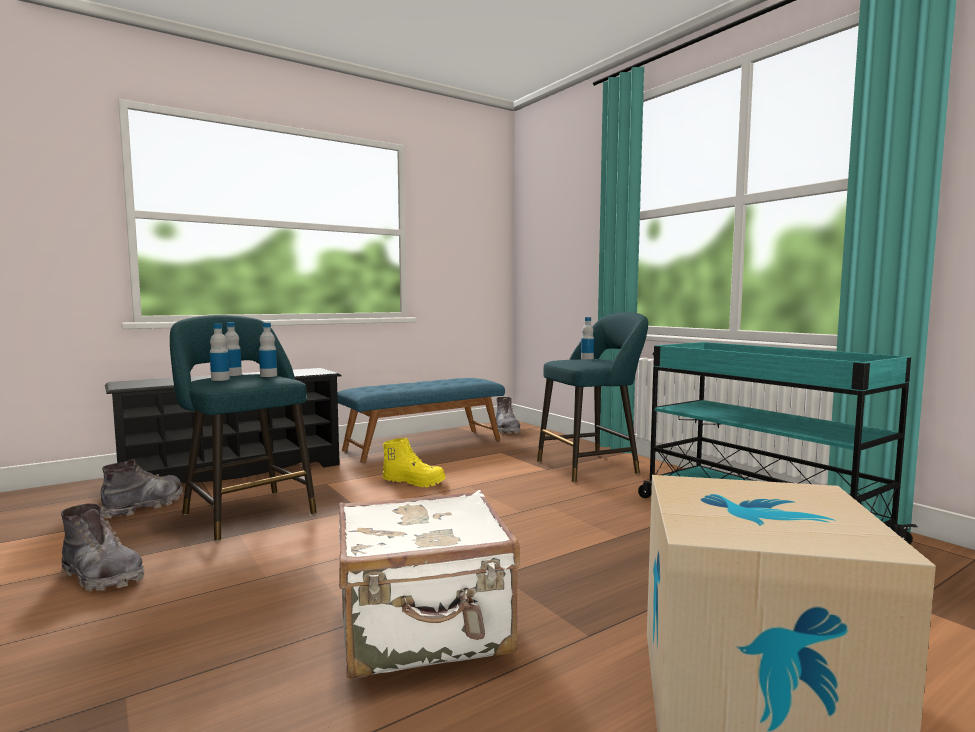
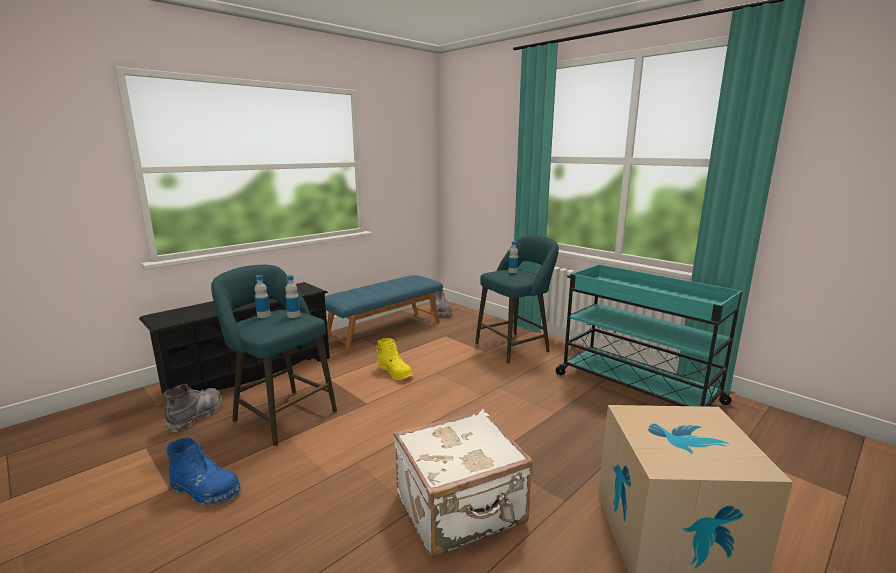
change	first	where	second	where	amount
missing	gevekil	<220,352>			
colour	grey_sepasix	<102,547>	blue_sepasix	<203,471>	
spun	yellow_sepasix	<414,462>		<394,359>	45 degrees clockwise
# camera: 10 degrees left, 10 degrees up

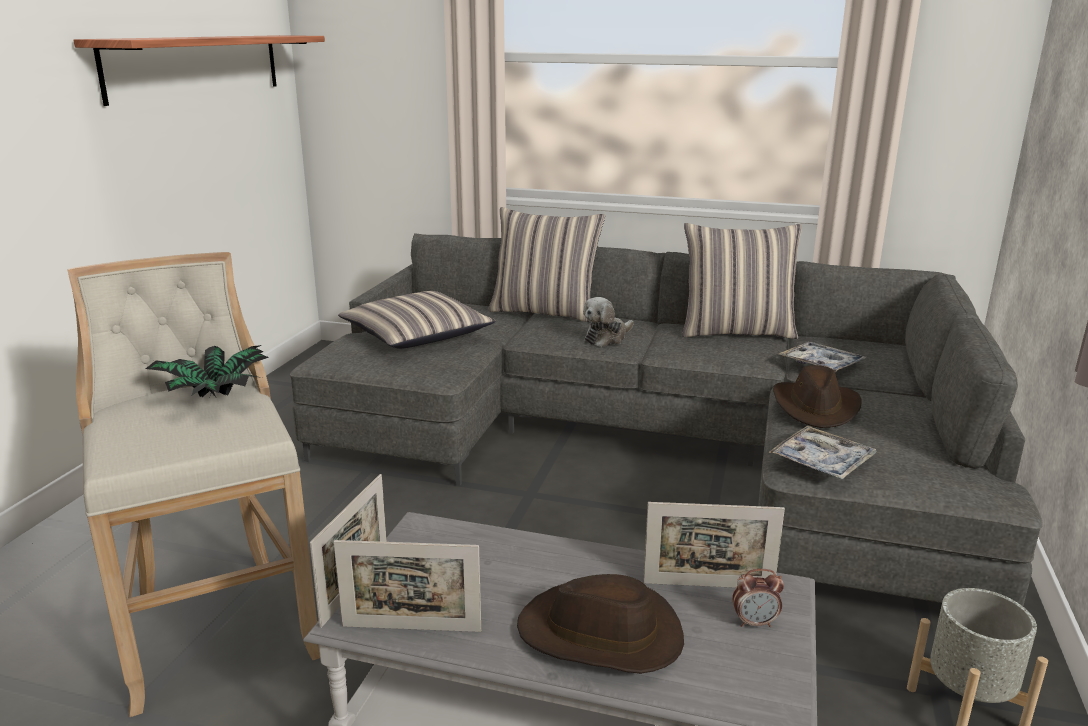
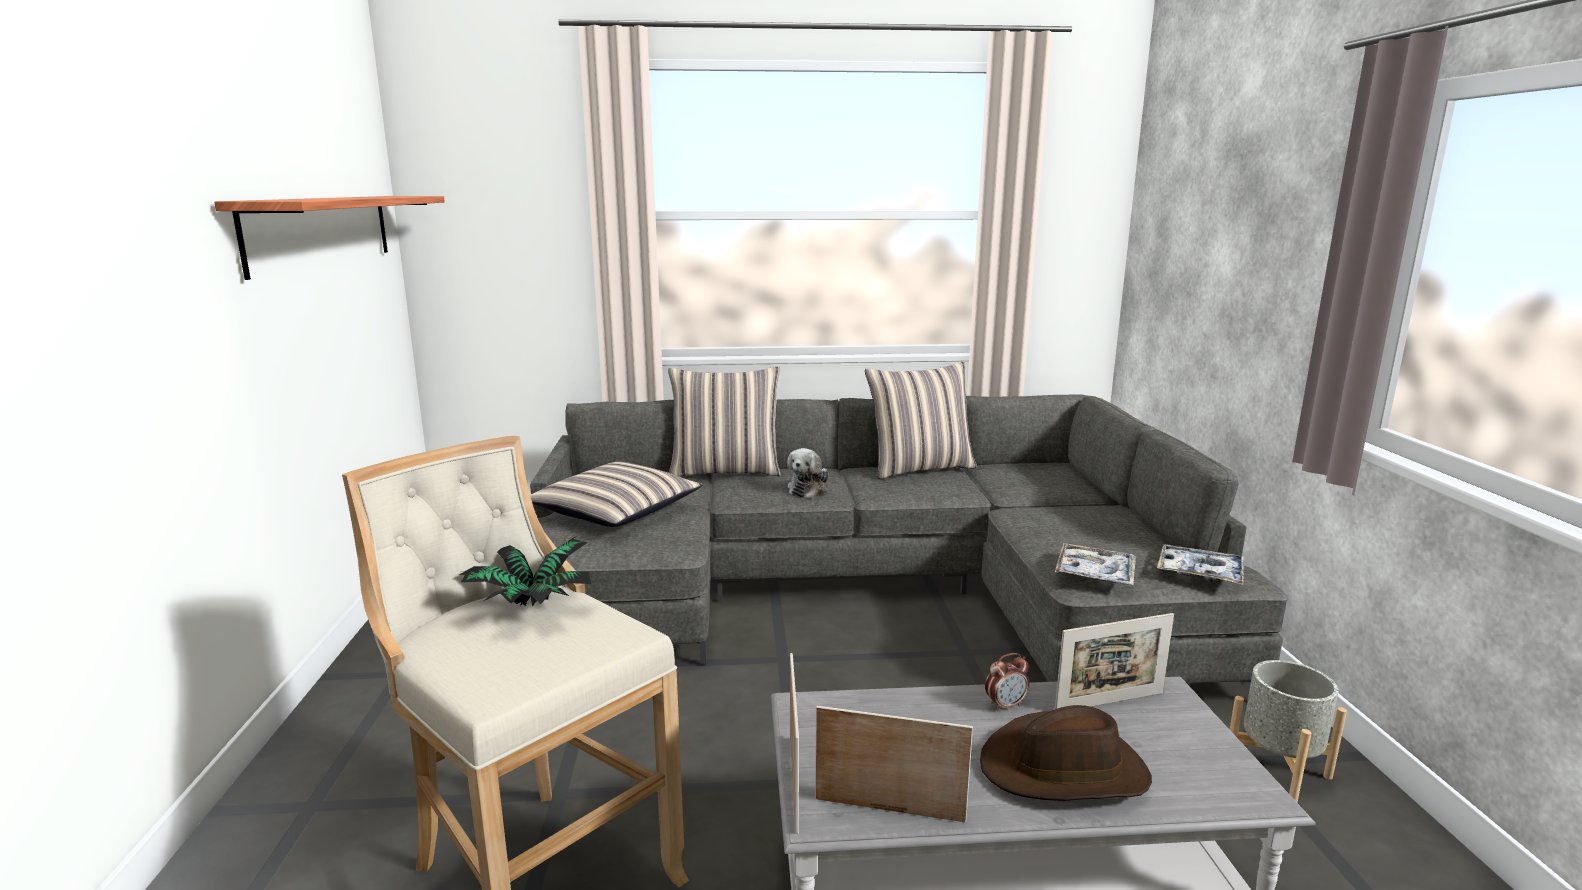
change	first	where	second	where	amount
missing	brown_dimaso	<817,396>			
relocated	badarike	<758,598>		<1007,682>	
relocated	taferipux	<823,357>		<1201,564>	
spun	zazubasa	<407,586>		<894,764>	150 degrees counterclockwise
# camera: 20 degrees left, 5 degrees down

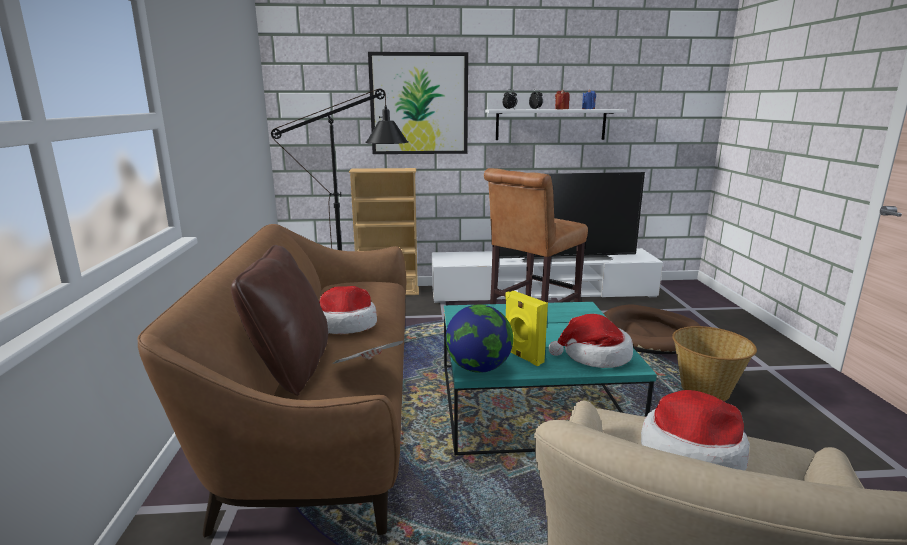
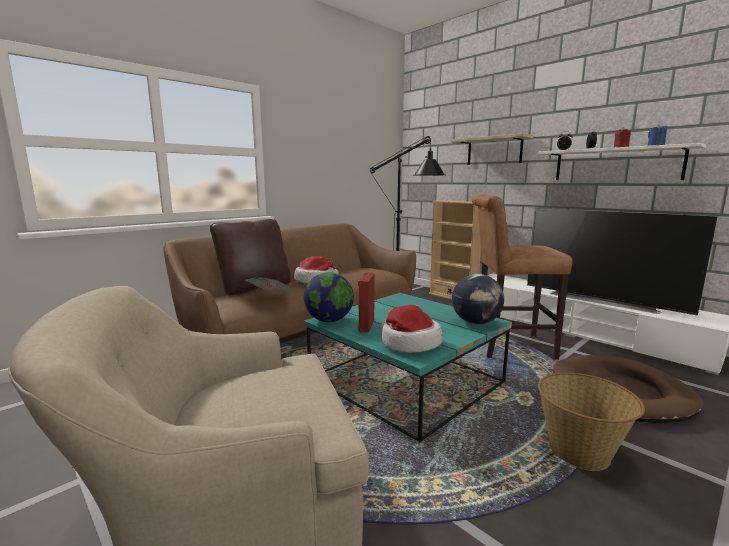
change	first	where	second	where	amount
missing	dimaso	<695,430>			
appeared			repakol	<478,299>	
exchanged	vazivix	<418,103>	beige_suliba	<492,149>	
colour	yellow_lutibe	<526,328>	red_lutibe	<366,302>	
# camera: 50 degrees right, 5 degrees down

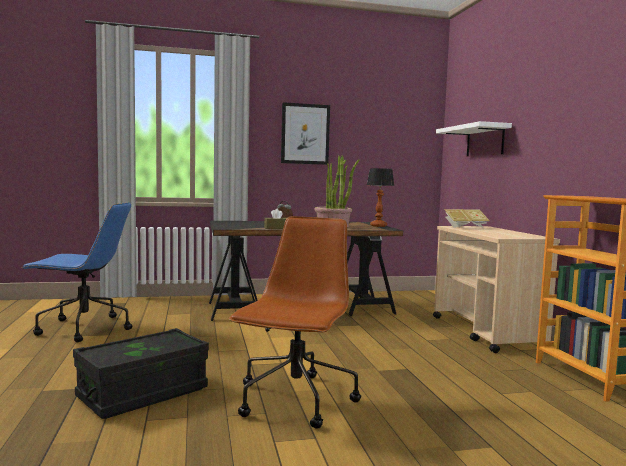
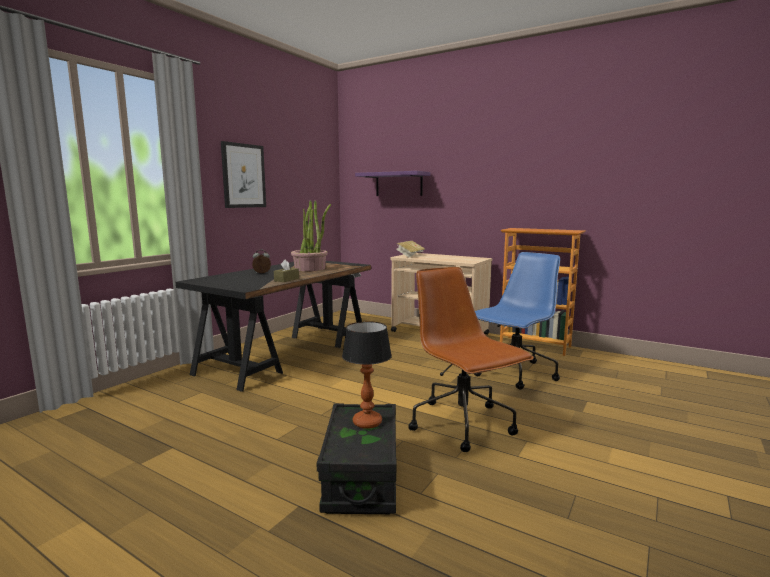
change	first	where	second	where	amount
relocated	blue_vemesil	<76,272>		<517,321>	
relocated	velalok	<380,197>		<367,375>	
colour	white_suliba	<474,138>	purple_suliba	<392,183>	
# camera: 45 degrees left, 5 degrees up

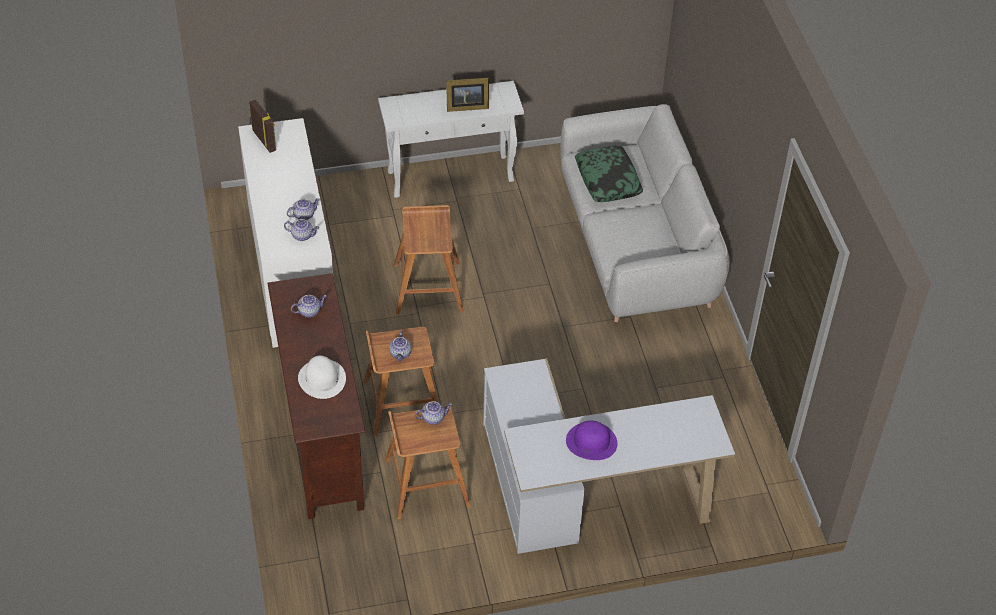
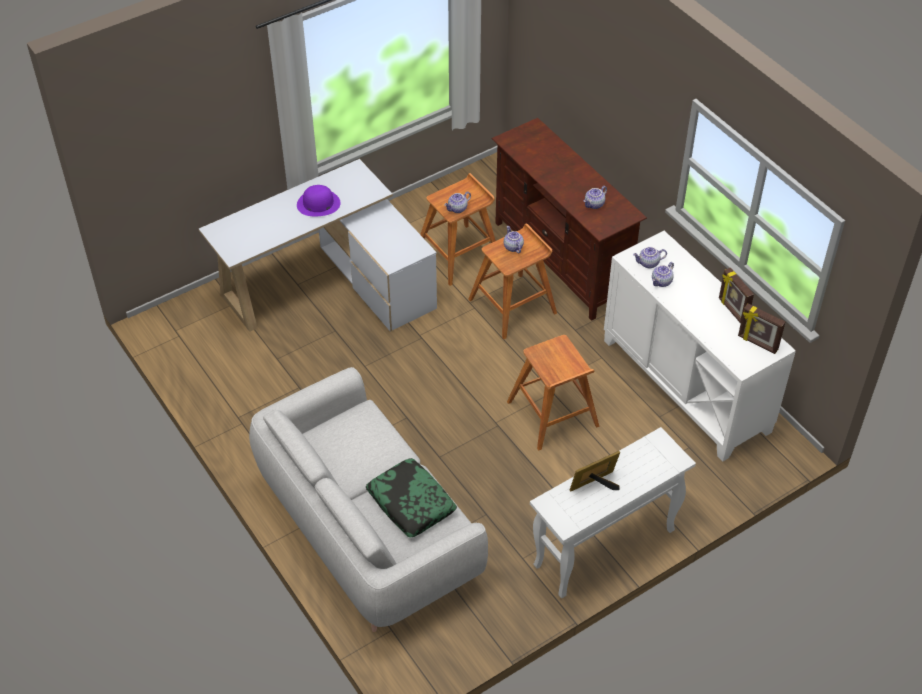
change	first	where	second	where	amount
missing	white_dimaso	<322,377>			
appeared			zazubasa	<736,295>	
# camera: 160 degrees right, 0 degrees up

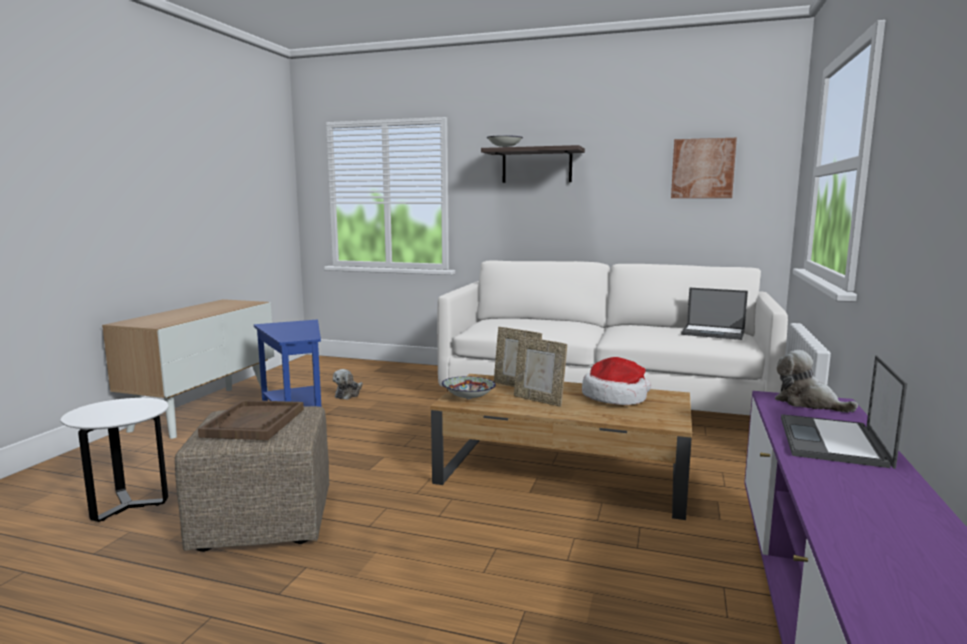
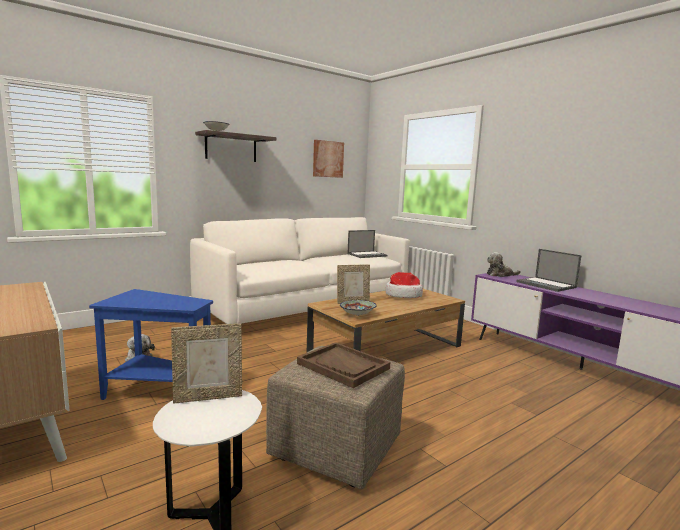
change	first	where	second	where	amount
relocated	zazubasa	<540,371>		<206,363>	
# camera: 55 degrees left, 0 degrees up

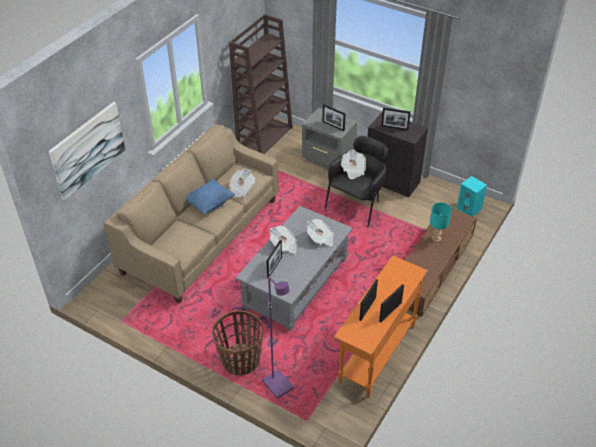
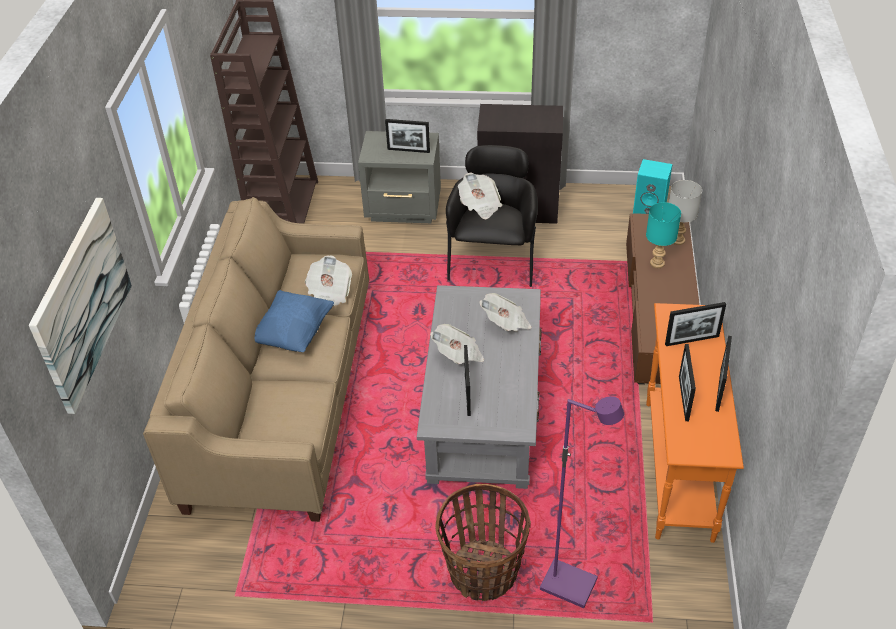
change	first	where	second	where	amount
appeared			grey_velalok	<685,212>	
relocated	zazubasa	<396,118>		<695,324>	
# camera: 25 degrees left, 0 degrees up

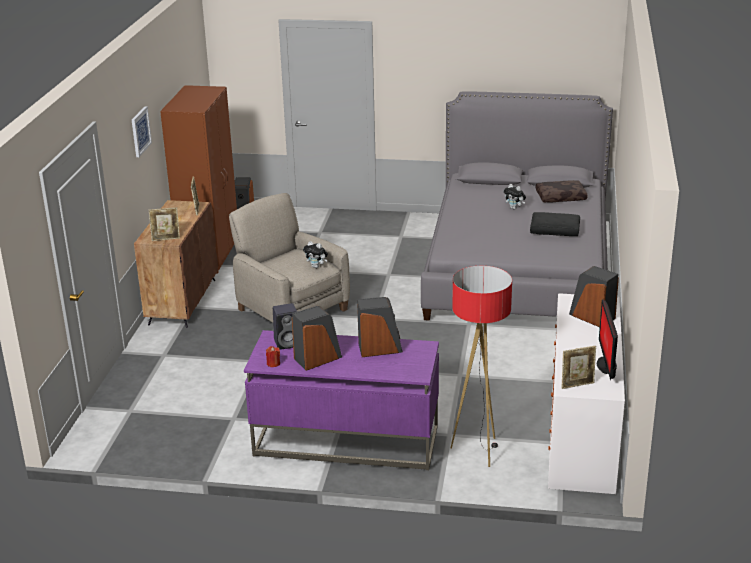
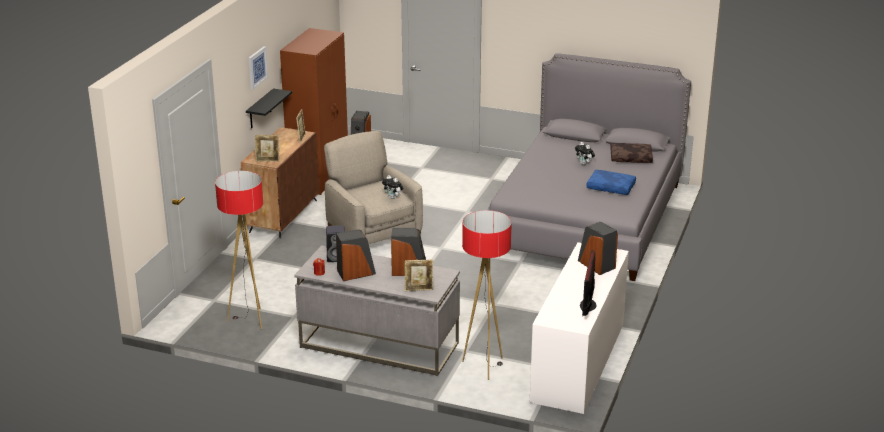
change	first	where	second	where	amount
appeared			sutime	<239,250>	
appeared			black_suliba	<269,108>	
relocated	zazubasa	<579,367>		<419,275>	
colour	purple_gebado	<341,400>	grey_gebado	<377,310>	
colour	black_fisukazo	<555,224>	blue_fisukazo	<611,182>	
# camera: 10 degrees right, 0 degrees up

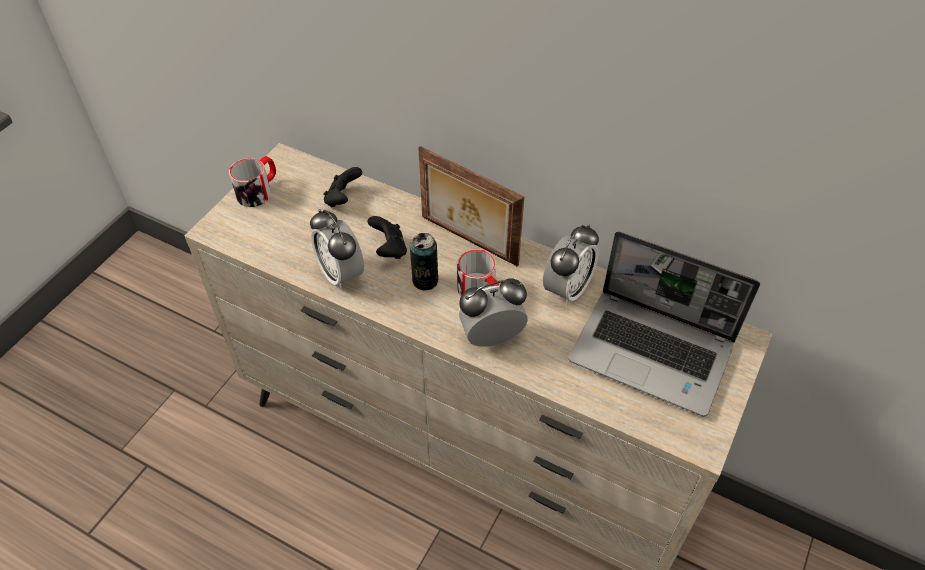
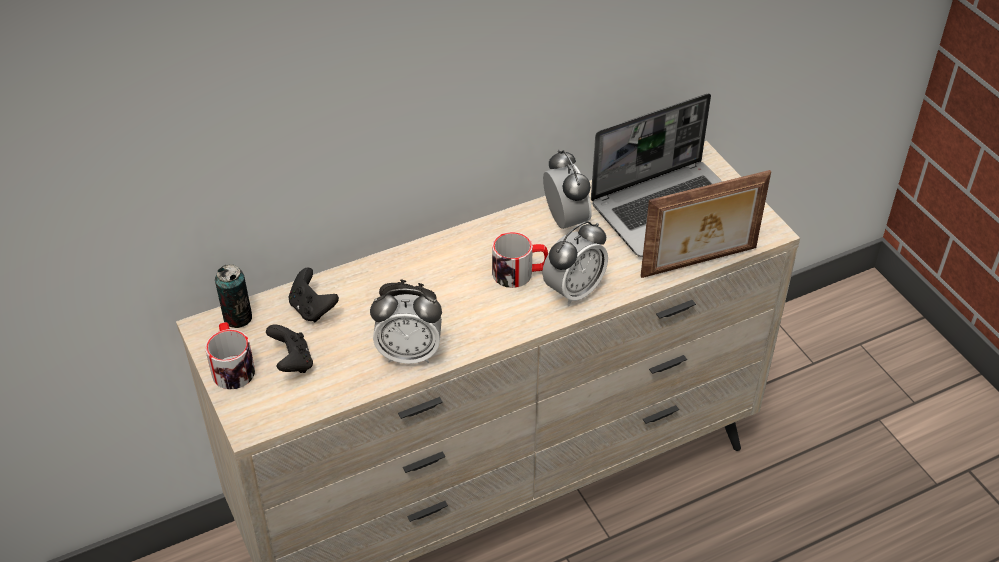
change	first	where	second	where	amount
appeared			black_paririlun	<289,349>	
relocated	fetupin	<424,262>		<233,296>	
relocated	zazubasa	<471,206>		<706,224>	
spun	badarike	<493,312>		<575,263>	150 degrees counterclockwise
# camera: 55 degrees left, 5 degrees down

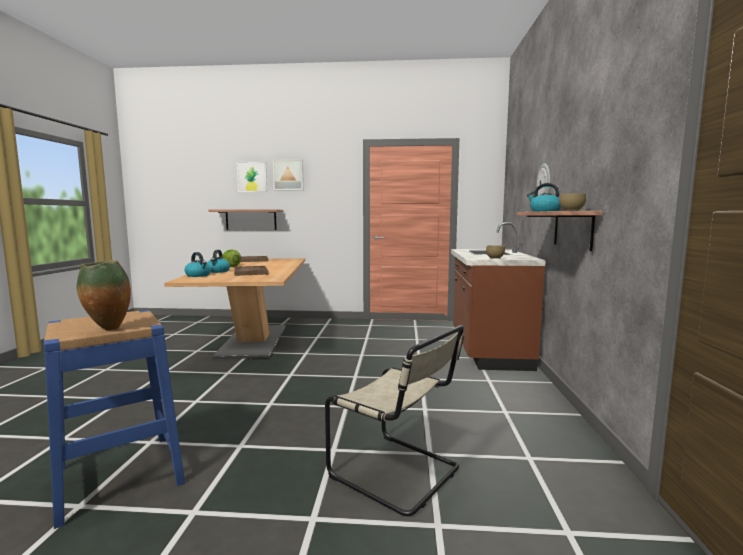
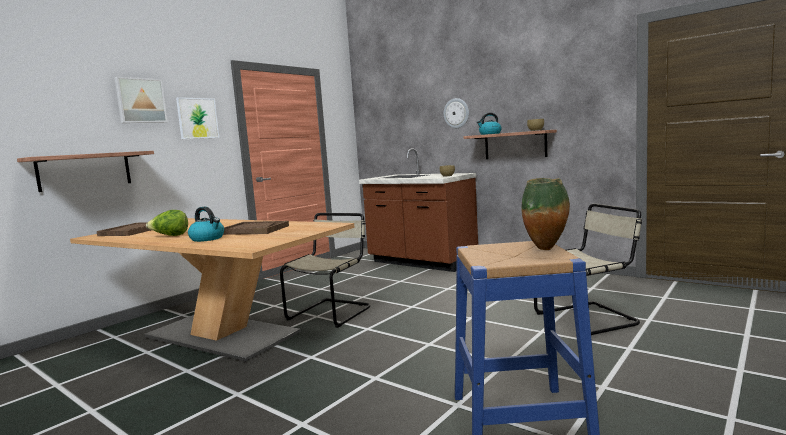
change	first	where	second	where	amount
missing	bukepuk	<198,264>			
appeared			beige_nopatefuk	<325,270>	
relocated	vazivix	<252,177>		<197,118>	
# camera: 55 degrees left, 0 degrees up

